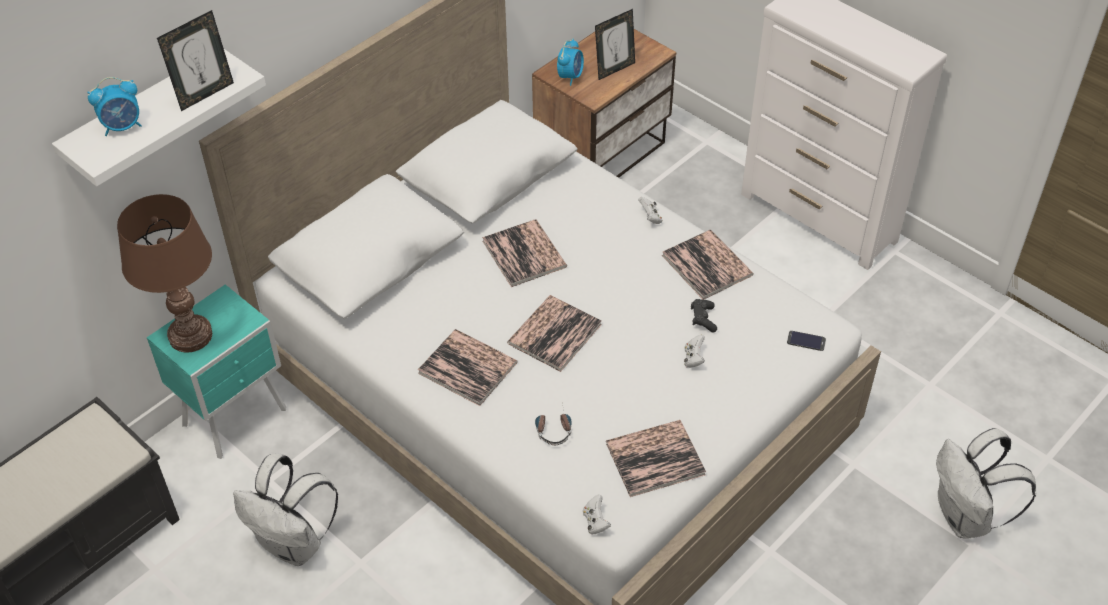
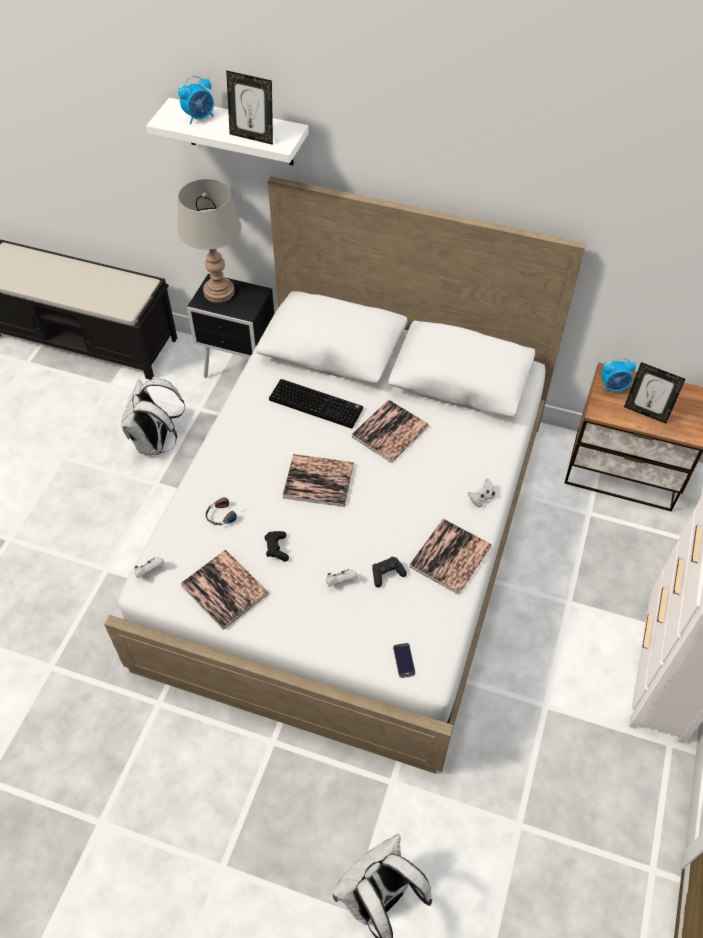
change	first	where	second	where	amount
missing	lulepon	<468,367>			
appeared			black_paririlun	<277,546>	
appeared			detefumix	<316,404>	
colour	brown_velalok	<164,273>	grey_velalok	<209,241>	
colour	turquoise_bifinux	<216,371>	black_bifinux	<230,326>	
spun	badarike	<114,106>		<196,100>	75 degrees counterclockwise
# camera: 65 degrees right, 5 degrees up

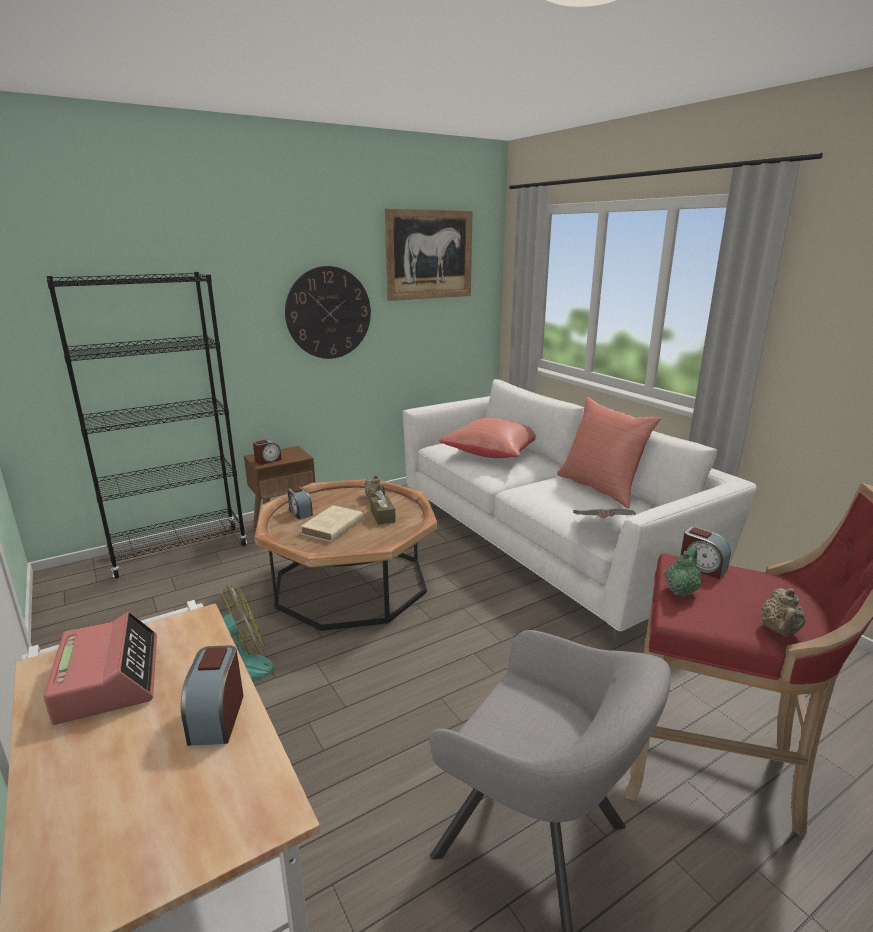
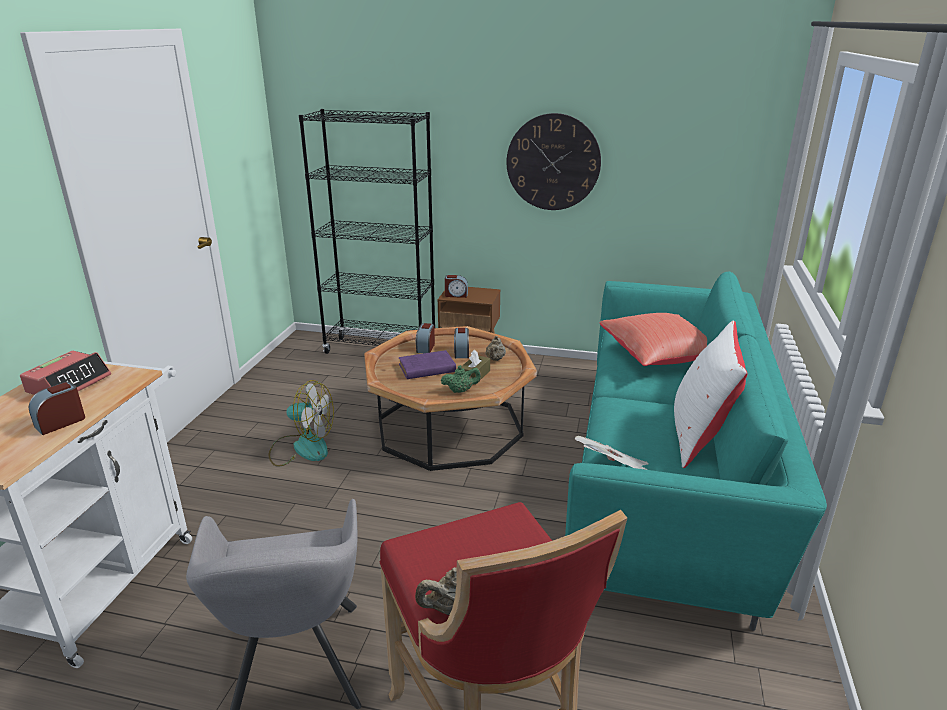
change	first	where	second	where	amount
missing	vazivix	<429,254>			
relocated	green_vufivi	<683,571>		<461,379>	
relocated	badarike	<705,553>		<461,343>	
colour	beige_lulepon	<331,523>	purple_lulepon	<427,364>	
colour	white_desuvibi	<579,512>	turquoise_desuvibi	<696,451>	
colour	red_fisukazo	<609,452>	white_fisukazo	<711,394>	
# camera: 45 degrees right, 5 degrees up

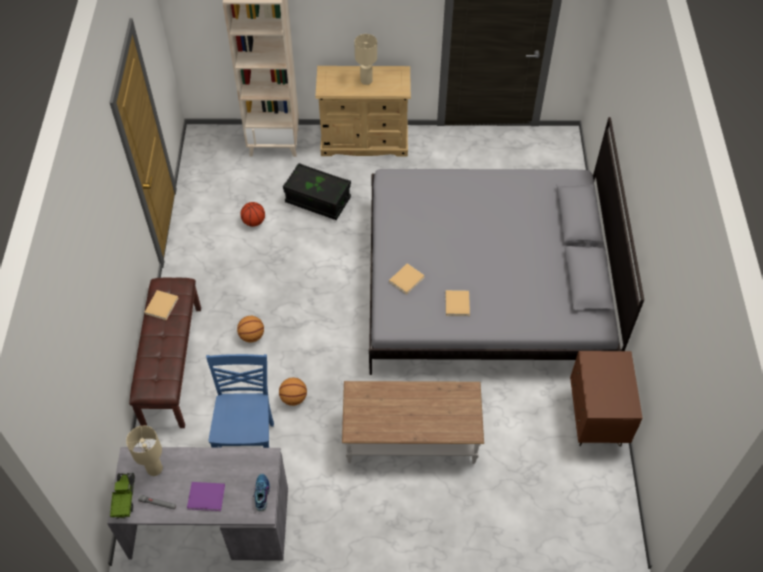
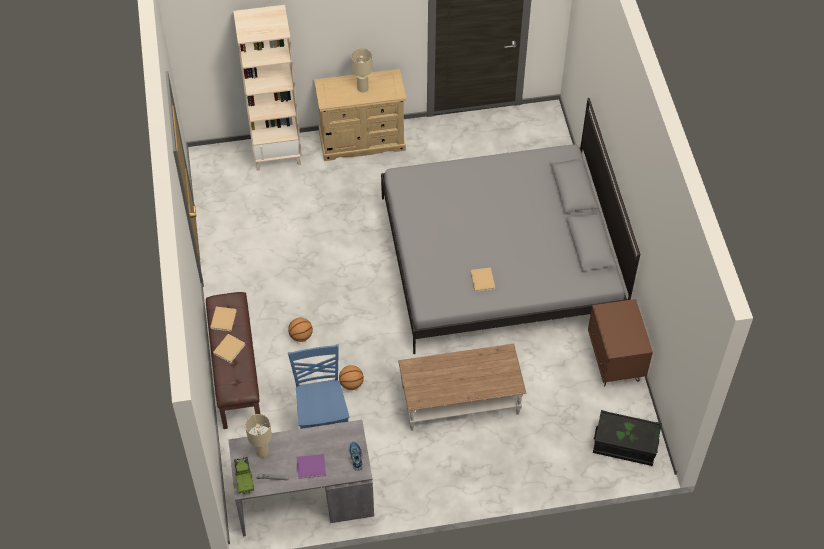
change	first	where	second	where	amount
missing	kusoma	<253,214>			
relocated	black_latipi	<317,191>		<627,438>	
relocated	beige_lulepon	<407,279>		<229,348>	
# camera: 10 degrees left, 0 degrees up

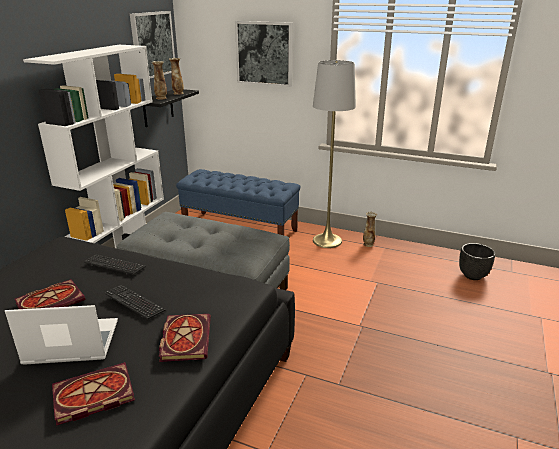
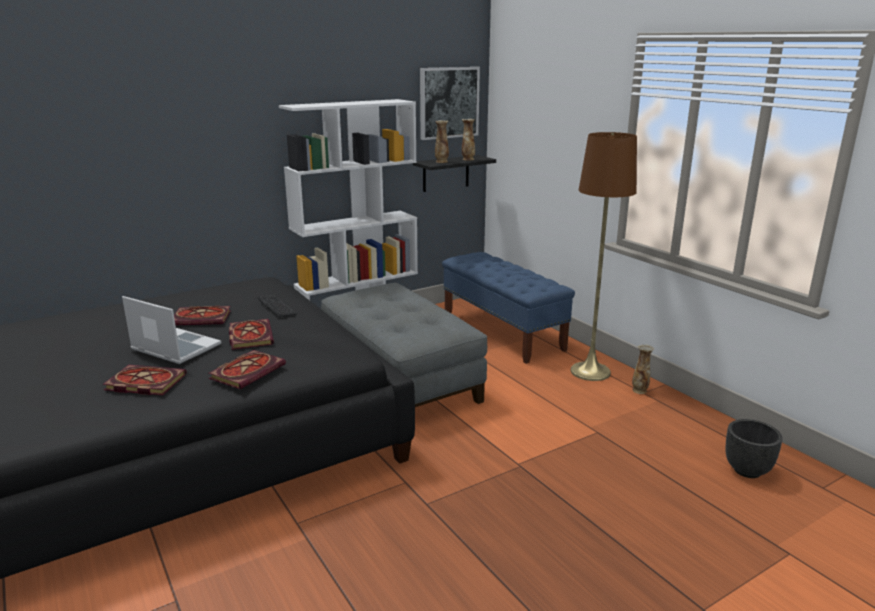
change	first	where	second	where	amount
missing	vazivix	<264,54>			
exchanged	detefumix	<135,302>	lulepon	<251,334>	
colour	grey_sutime	<334,154>	brown_sutime	<604,256>	
# camera: 35 degrees right, 5 degrees down

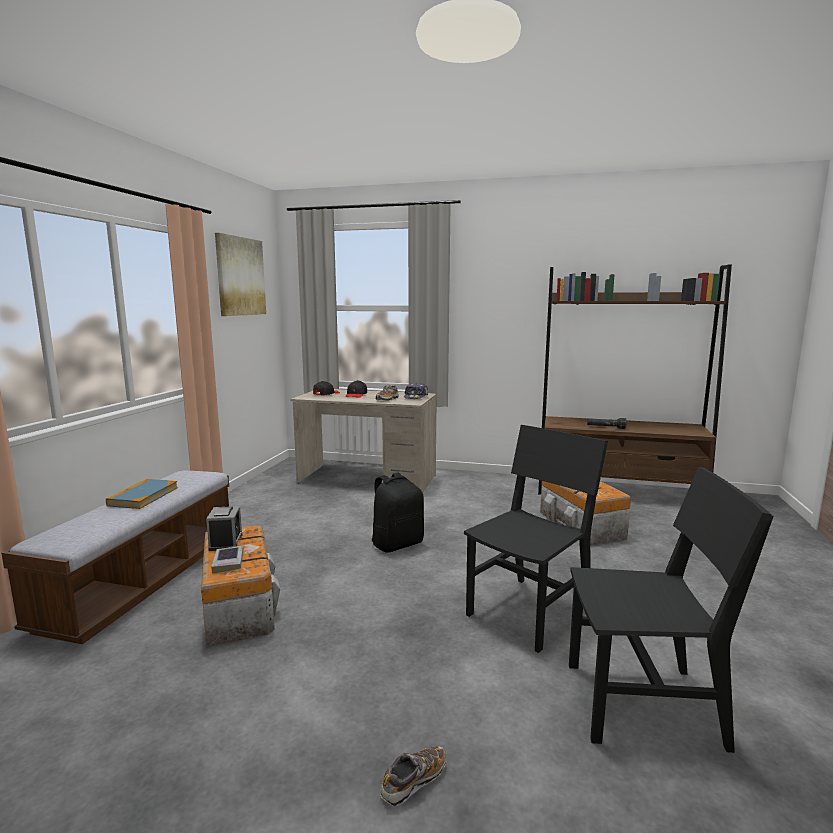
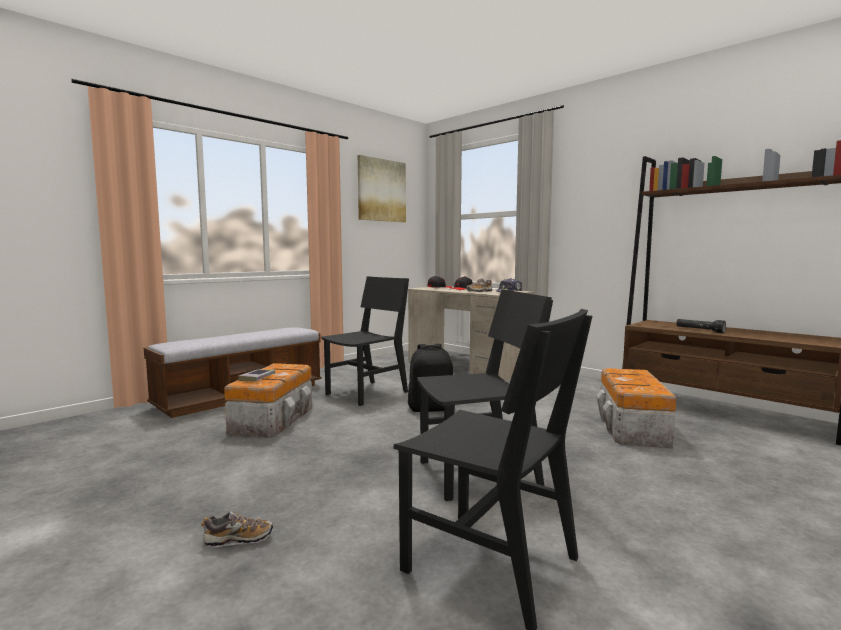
change	first	where	second	where	amount
missing	lulepon	<142,494>			
missing	badarike	<224,528>			
appeared			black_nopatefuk	<365,341>	
# camera: 30 degrees right, 5 degrees down

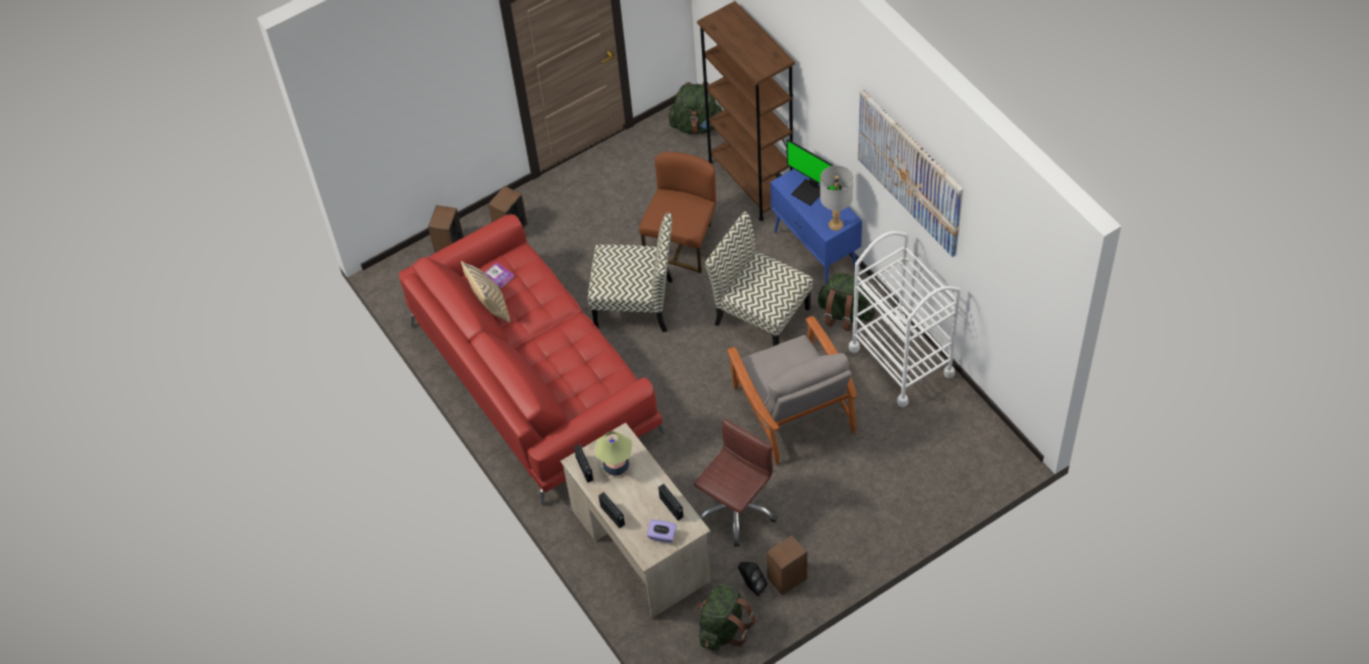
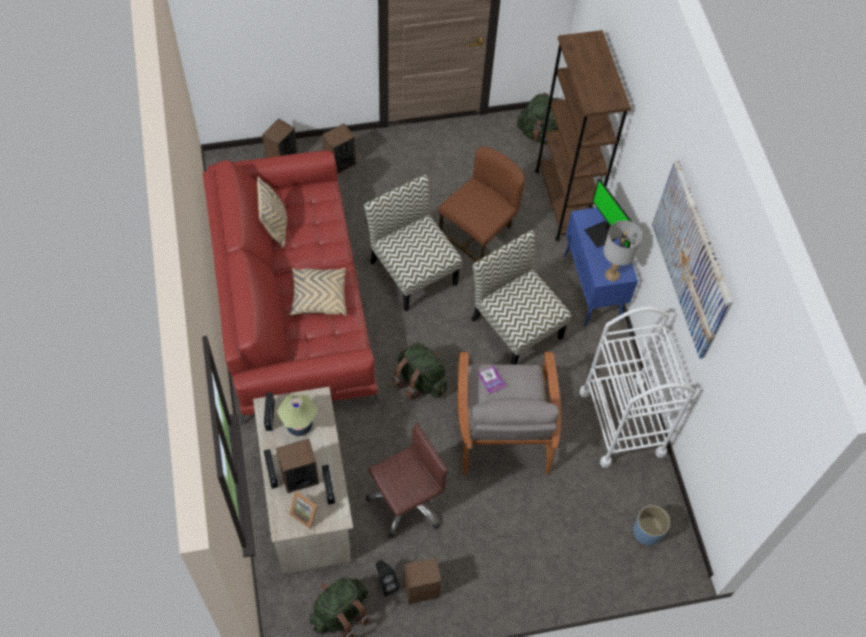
change	first	where	second	where	amount
appeared			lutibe	<297,466>	
appeared			beige_fisukazo	<318,292>	
appeared			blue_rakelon	<651,525>	
relocated	lulepon	<500,275>		<491,380>	
relocated	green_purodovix	<846,302>		<420,371>	
exchanged	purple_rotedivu	<662,531>	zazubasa	<303,510>	
spun	nopatefuk	<630,272>		<413,243>	150 degrees counterclockwise
# camera: 15 degrees right, 5 degrees up

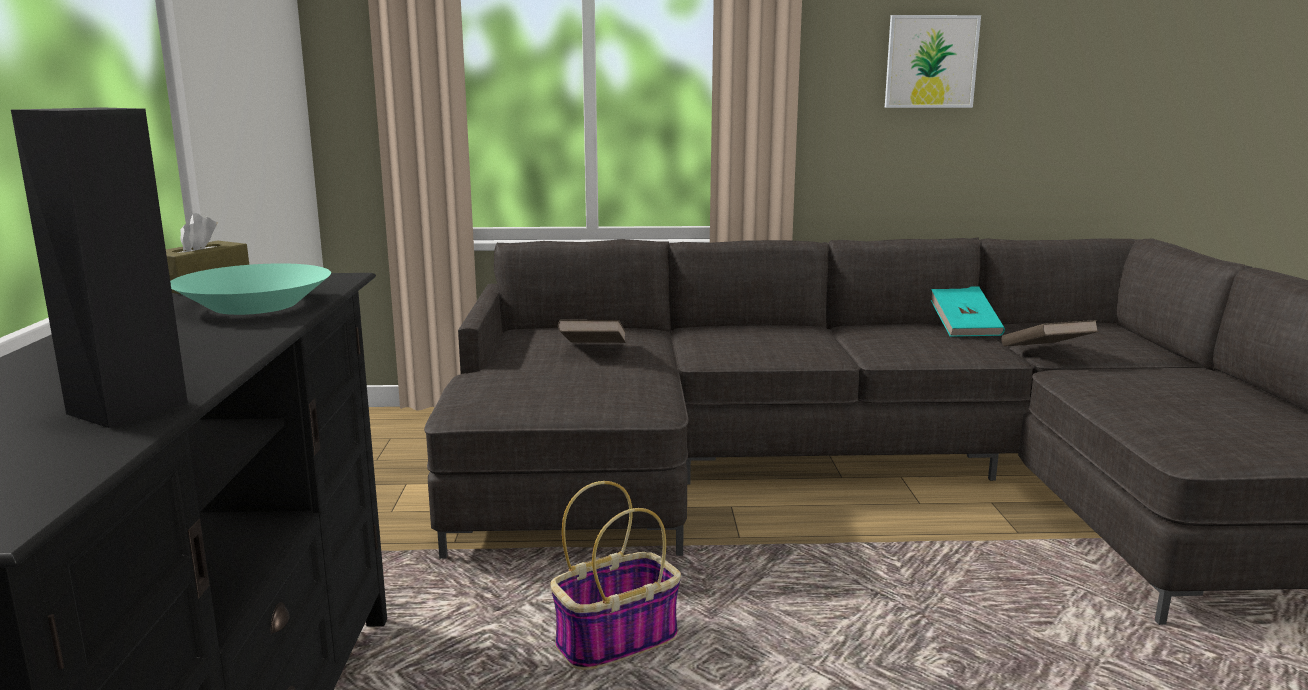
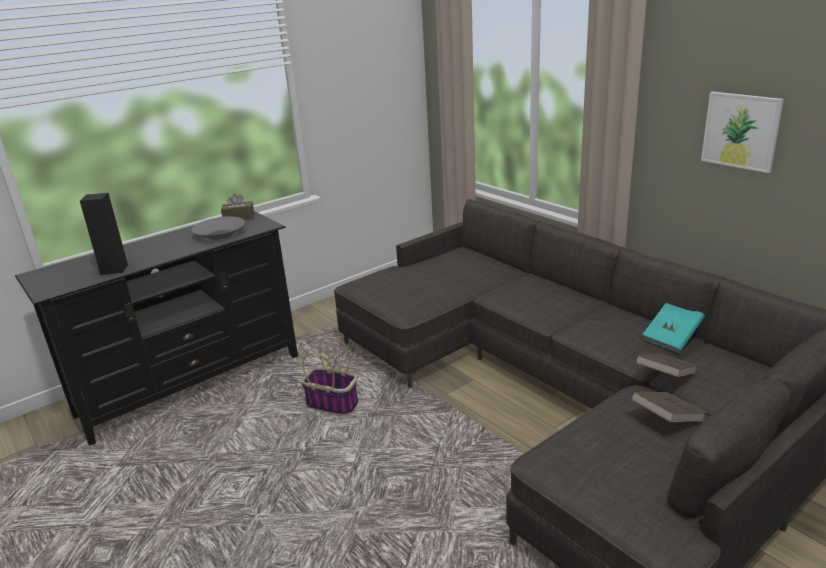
change	first	where	second	where	amount
relocated	brown_lulepon	<592,331>		<668,407>	
colour	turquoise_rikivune	<250,289>	grey_rikivune	<218,228>	
# camera: 55 degrees right, 10 degrees up

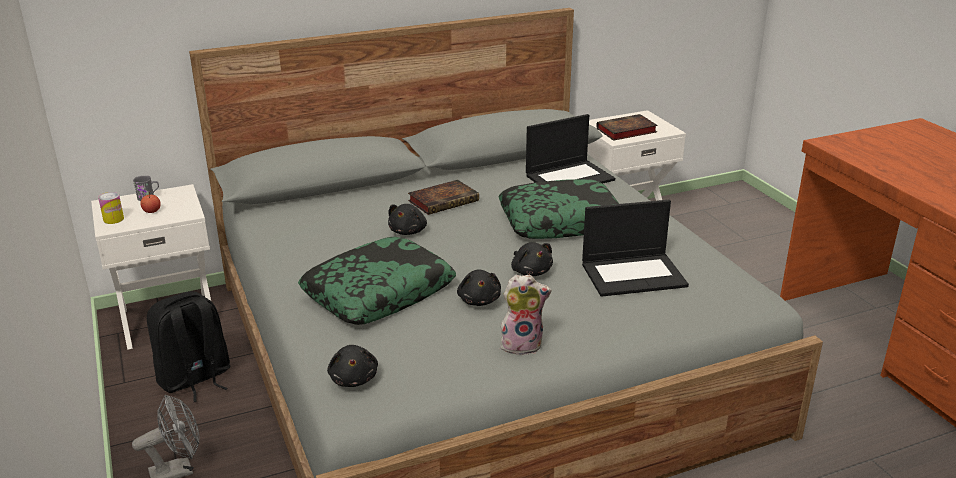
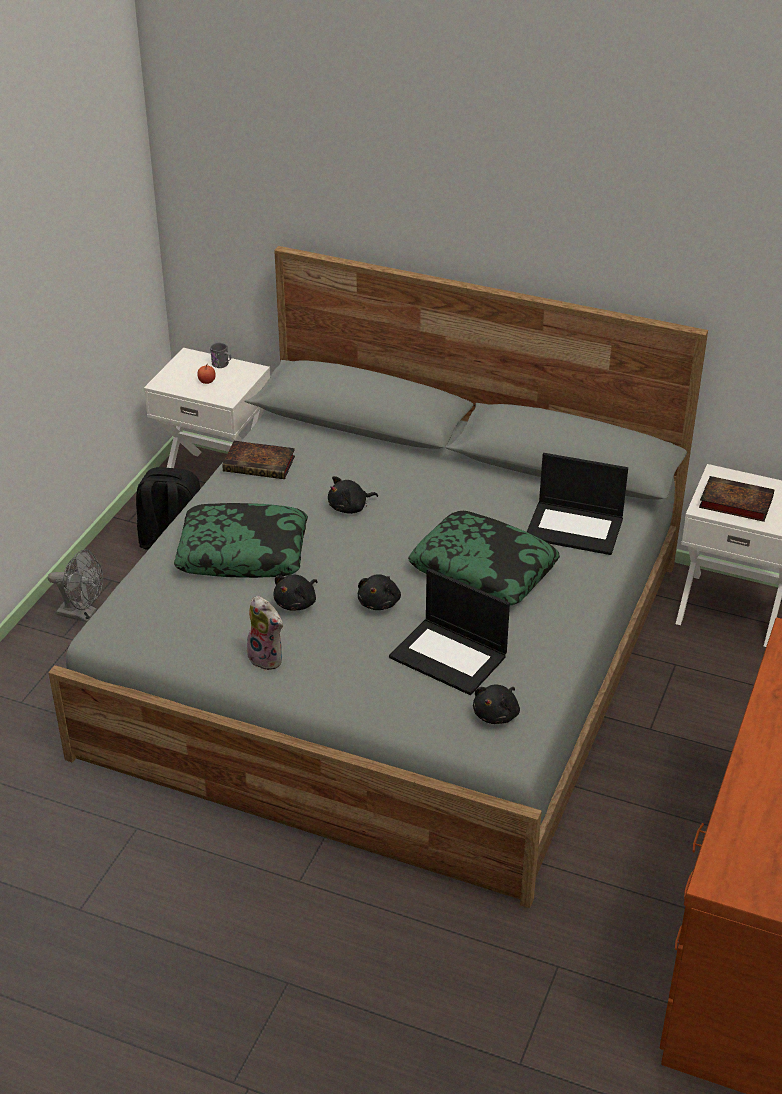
change	first	where	second	where	amount
missing	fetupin	<111,208>			
relocated	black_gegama	<352,366>		<496,704>	
relocated	lulepon	<443,197>		<259,460>	
# camera: 45 degrees right, 10 degrees up

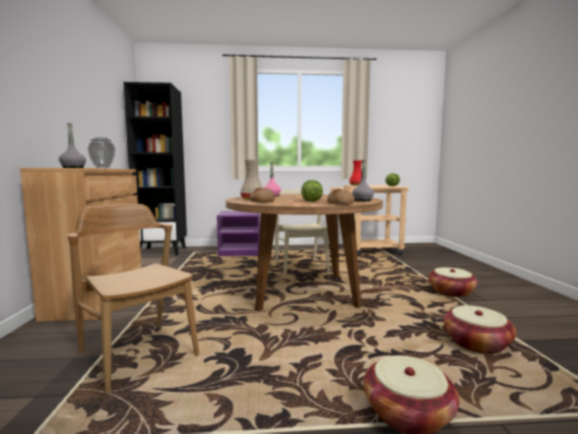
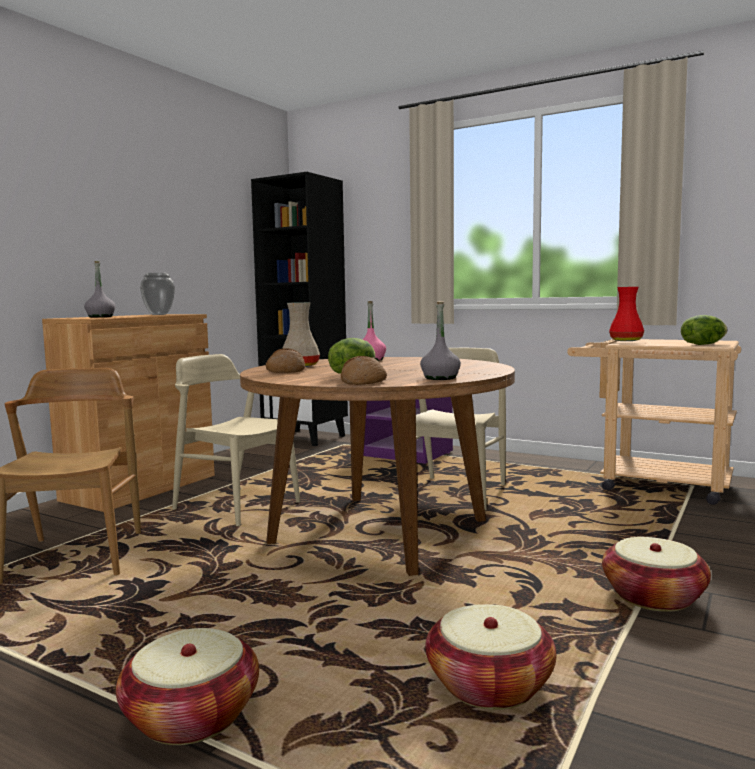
change	first	where	second	where	amount
appeared			beige_nopatefuk	<236,440>	
# camera: 35 degrees right, 0 degrees up

